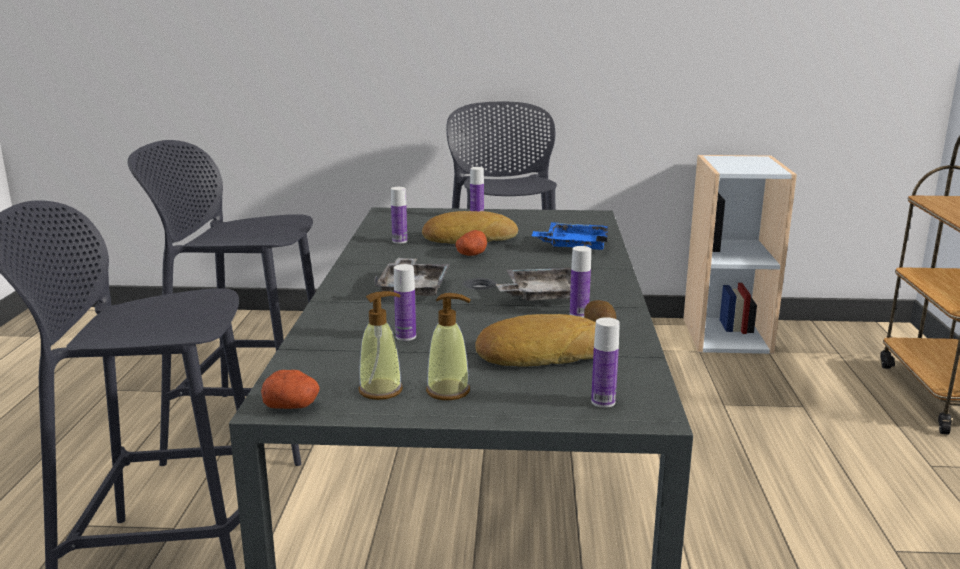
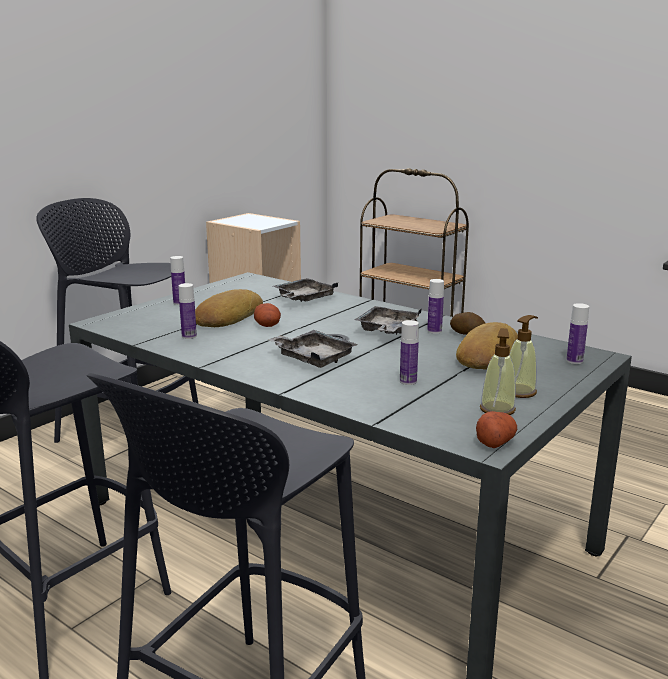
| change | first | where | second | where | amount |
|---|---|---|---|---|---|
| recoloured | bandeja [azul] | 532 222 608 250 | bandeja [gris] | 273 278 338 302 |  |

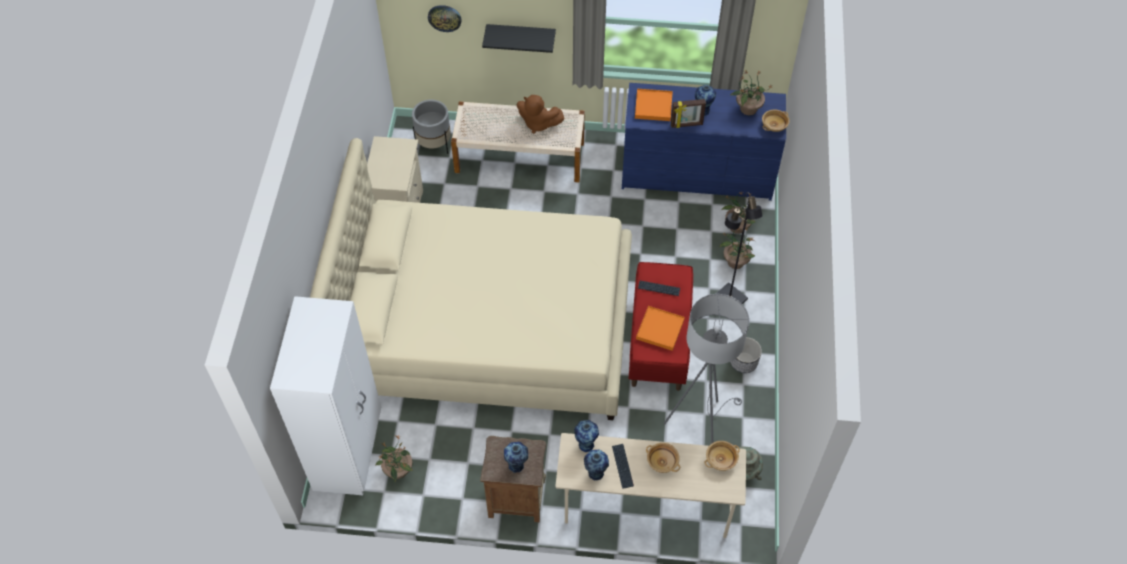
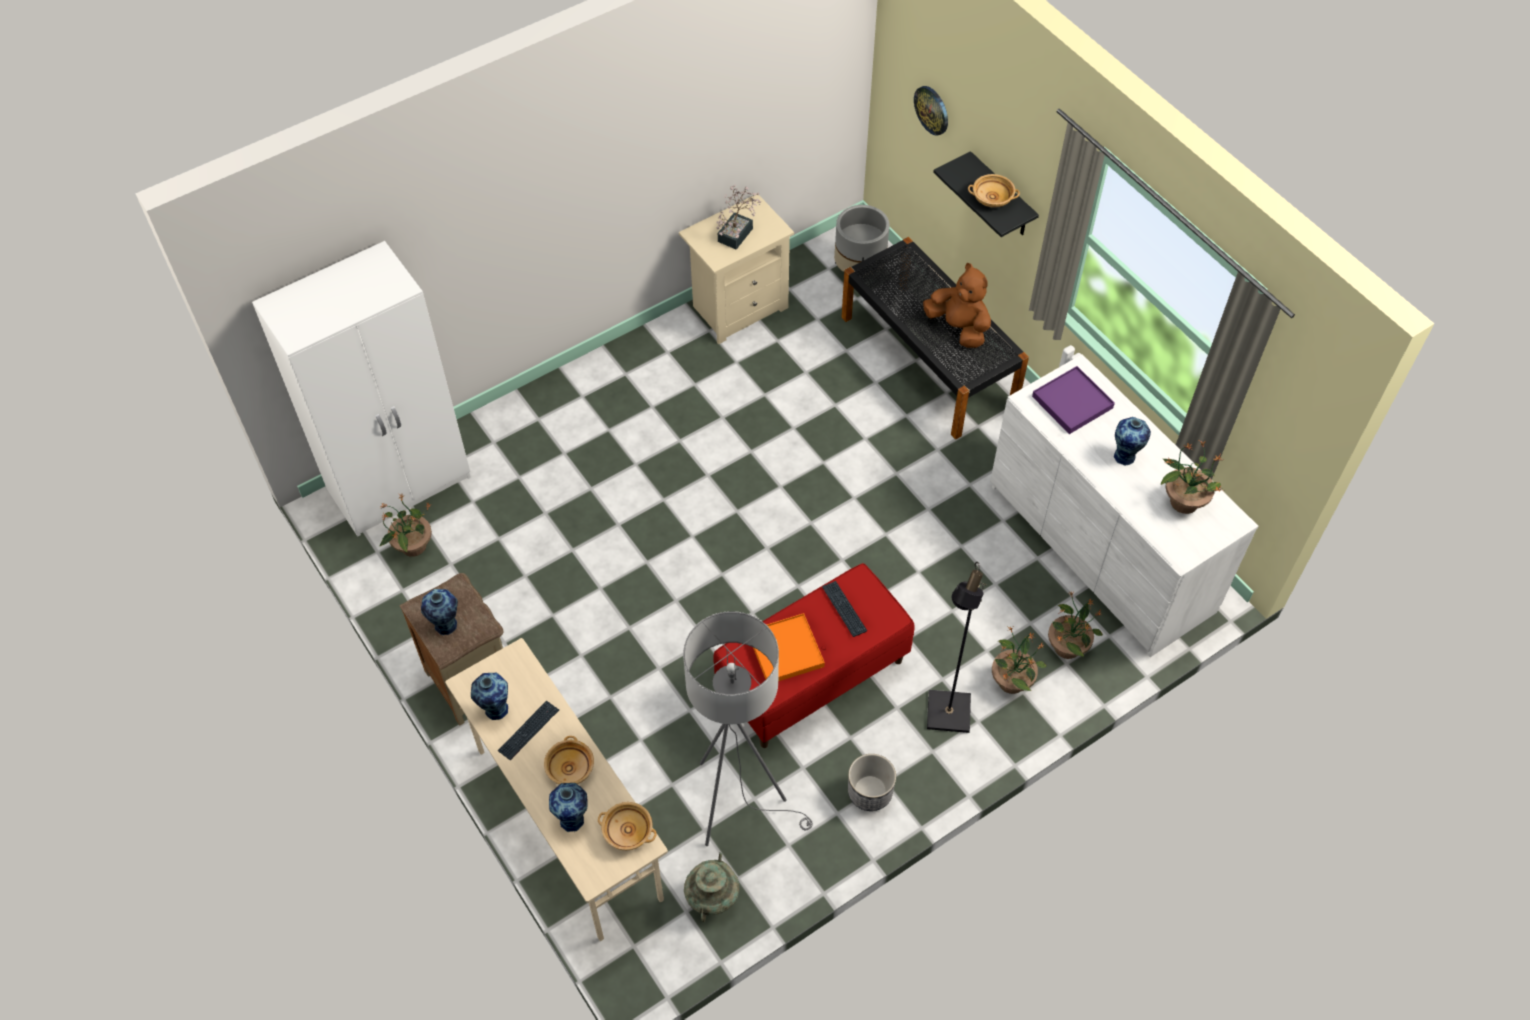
| change | first | where | second | where | amount |
|---|---|---|---|---|---|
| recoloured | cómoda [azul] | 622 83 786 201 | cómoda [blanco] | 990 354 1259 657 |  |
| recoloured | bandeja [naranja] | 635 89 673 121 | bandeja [morado] | 1032 366 1115 434 |  |
| turned | peluche [marrón] | 517 95 565 134 |  | 923 263 991 348 | 150 degrees clockwise |
| removed | portarretratos | 671 99 706 128 |  |  |  |
| recoloured | banco [beis] | 451 101 585 183 | banco [negro] | 842 237 1029 440 |  |
| moved | cuenco [beis] | 762 110 790 132 |  | 968 174 1020 208 |  |
| removed | cama [beis] | 310 138 632 420 |  |  |  |
| moved | florero | 574 420 599 452 |  | 549 783 587 832 |  |
| added |  |  | planta en maceta | 716 184 761 250 |  |

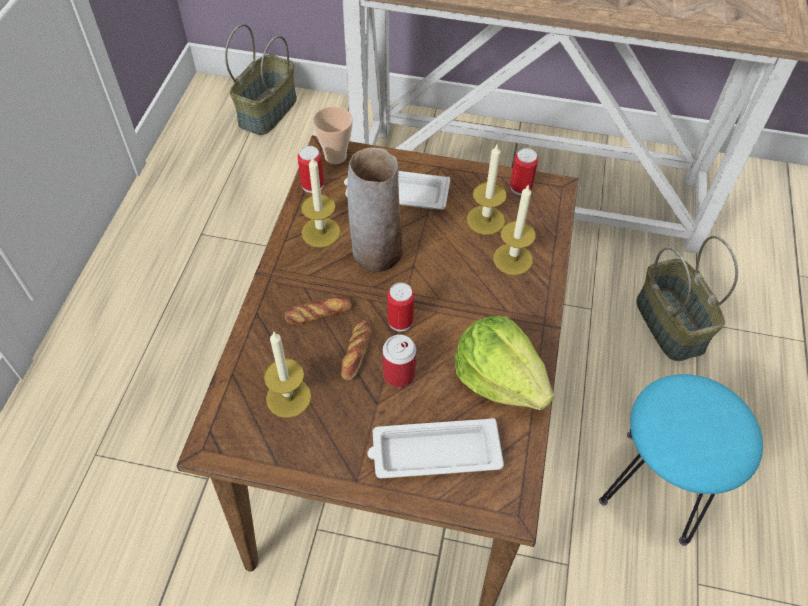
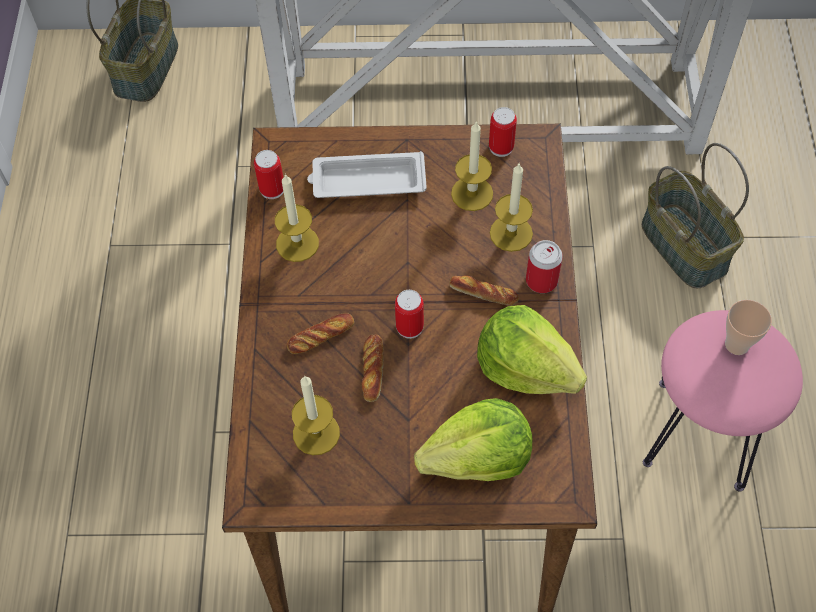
| change | first | where | second | where | amount |
|---|---|---|---|---|---|
| moved | taza | 313 106 353 164 |  | 725 300 772 355 |  |
| removed | florero | 347 148 403 272 |  |  |  |
| moved | lata | 383 334 416 387 |  | 526 240 563 293 |  |
| recoloured | taburete [turquesa] | 599 374 763 546 | taburete [rosa] | 643 310 803 491 |  |
| replaced | bandeja [blanco] | 367 418 504 479 | lechuga | 414 398 532 481 |  |
| added |  |  | pan | 450 276 519 306 |  |

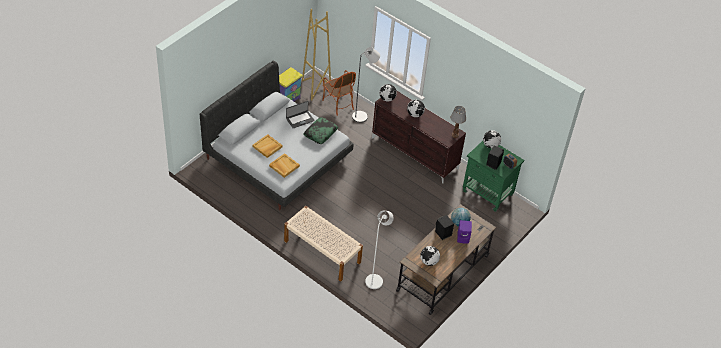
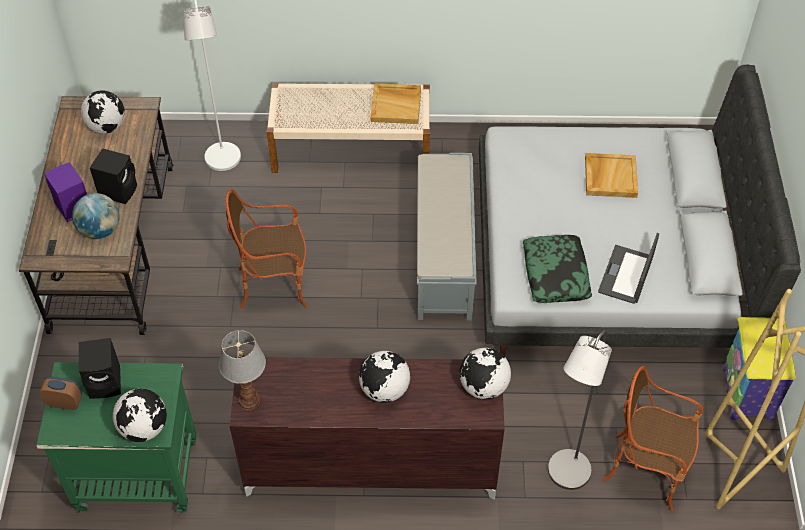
| change | first | where | second | where | amount |
|---|---|---|---|---|---|
| moved | bandeja [beis] | 269 153 300 178 |  | 371 83 421 124 |  |
| added |  |  | banco [gris] | 417 153 477 321 |  |
| added |  |  | sillón | 226 189 308 309 |  |

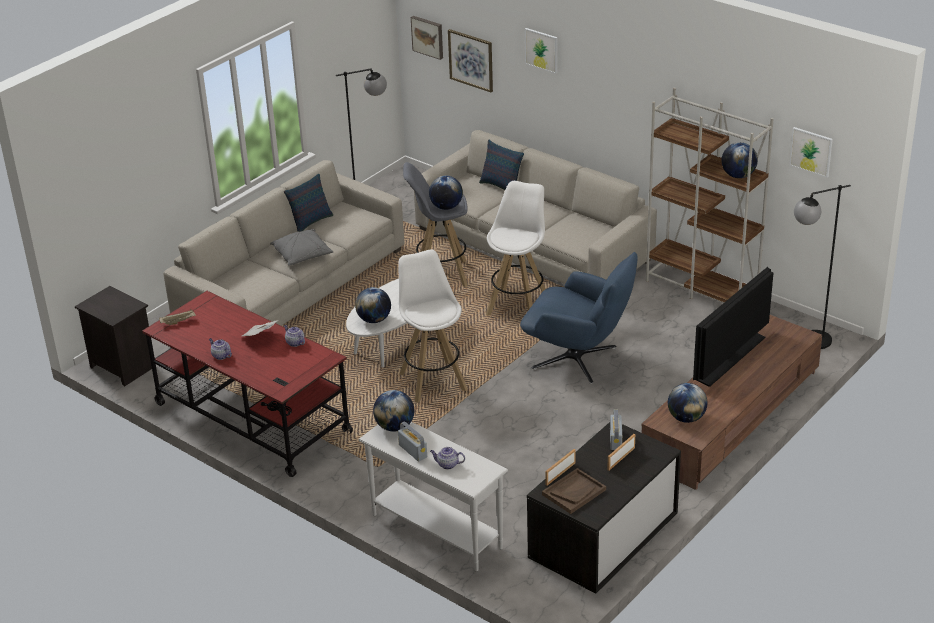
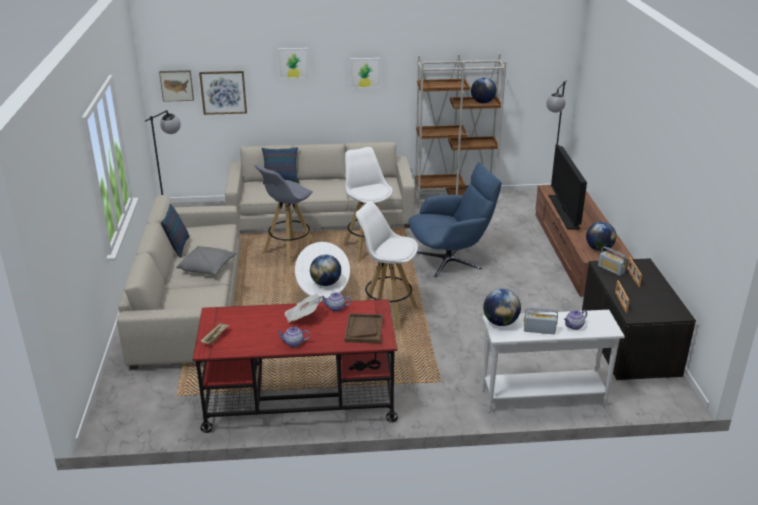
| change | first | where | second | where | amount |
|---|---|---|---|---|---|
| moved | cuadro | 789 127 833 178 |  | 350 58 380 88 |  |
| removed | globo terráqueo | 429 176 463 210 |  |  |  |
| removed | mesita de noche [negro] | 75 286 155 386 |  |  |  |
| moved | bandeja [marrón] | 542 468 606 514 |  | 345 313 383 344 |  |

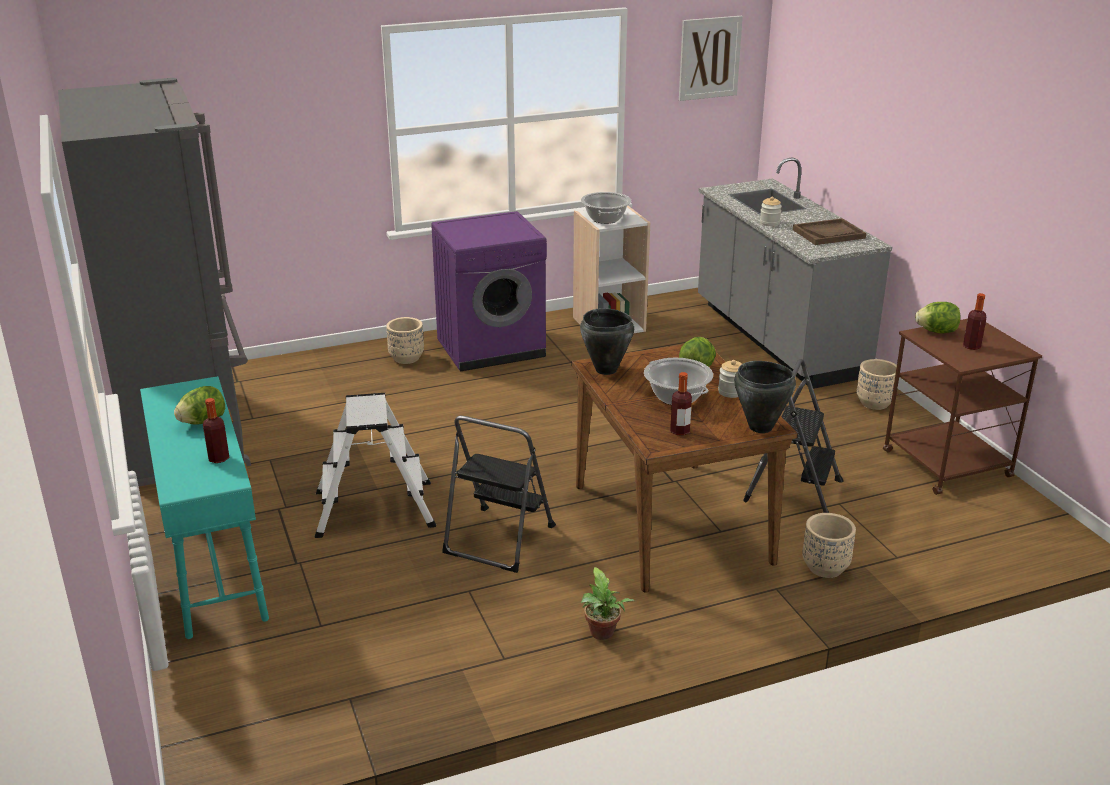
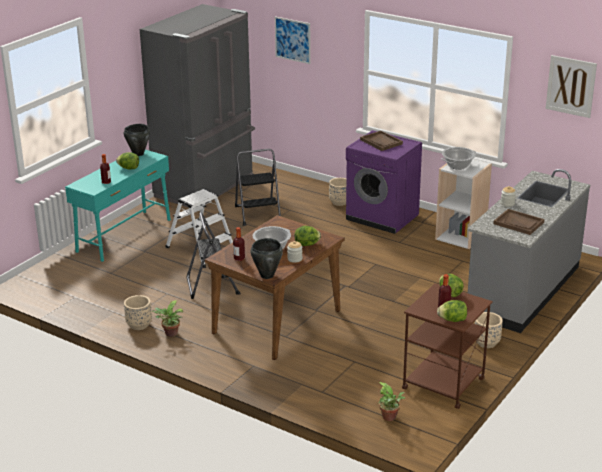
| change | first | where | second | where | amount |
|---|---|---|---|---|---|
| moved | olla [negro] | 580 308 634 375 |  | 124 124 150 156 |  |
| moved | escalera de tijera [negro] | 743 359 844 513 |  | 235 149 281 226 |  |
| moved | maceta [beis] | 802 513 856 578 |  | 124 295 152 330 |  |
| added |  |  | cuadro | 275 16 311 64 |  |
| added |  |  | bandeja [marrón] | 360 131 403 151 |  |
| added |  |  | lechuga | 437 300 467 322 |  |
| added |  |  | planta en maceta | 378 382 405 421 |  |

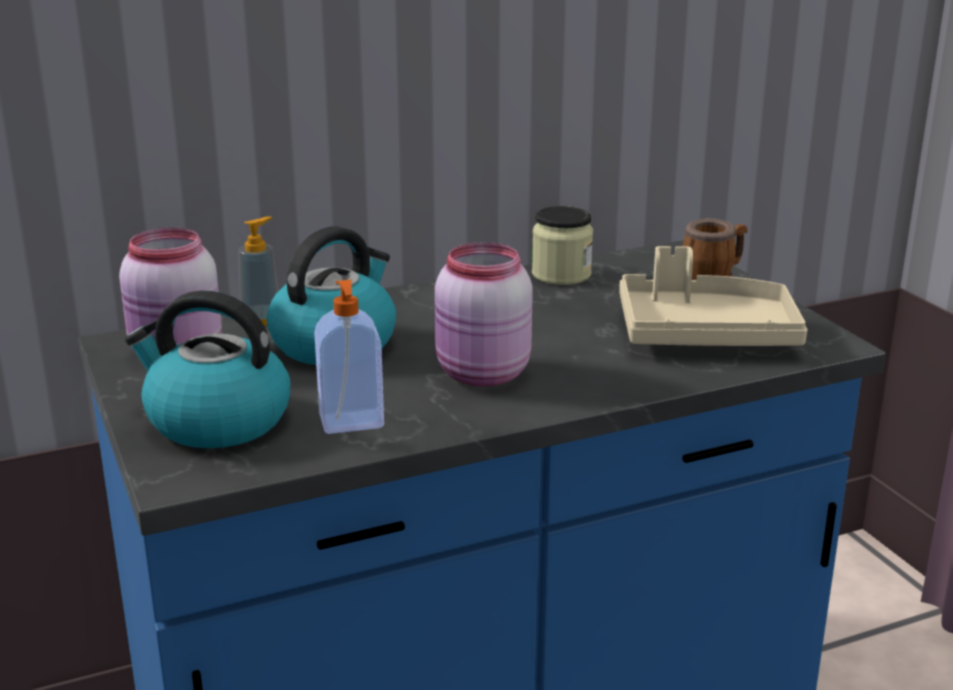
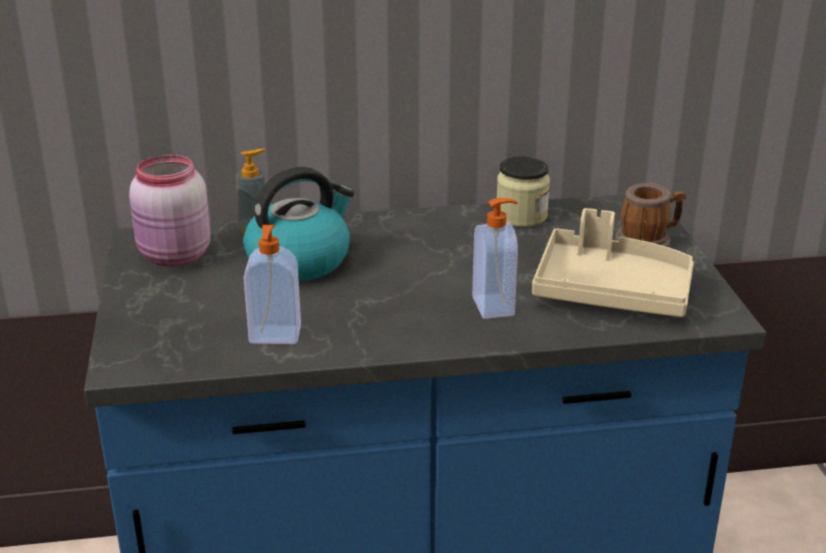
| change | first | where | second | where | amount |
|---|---|---|---|---|---|
| removed | tarro [rosa] | 435 242 533 387 |  |  |  |
| removed | hervidor | 125 290 291 448 |  |  |  |
| added |  |  | dispensador de jabón | 472 198 518 319 |  |

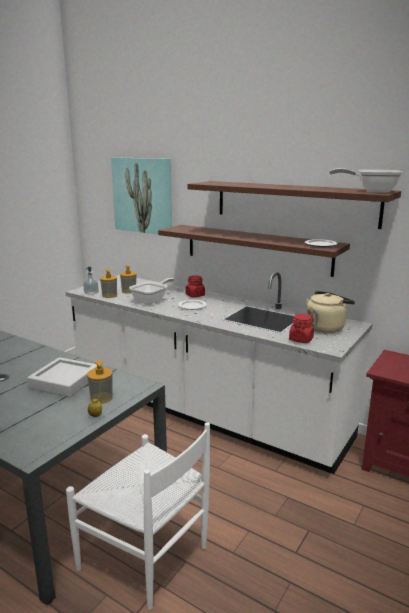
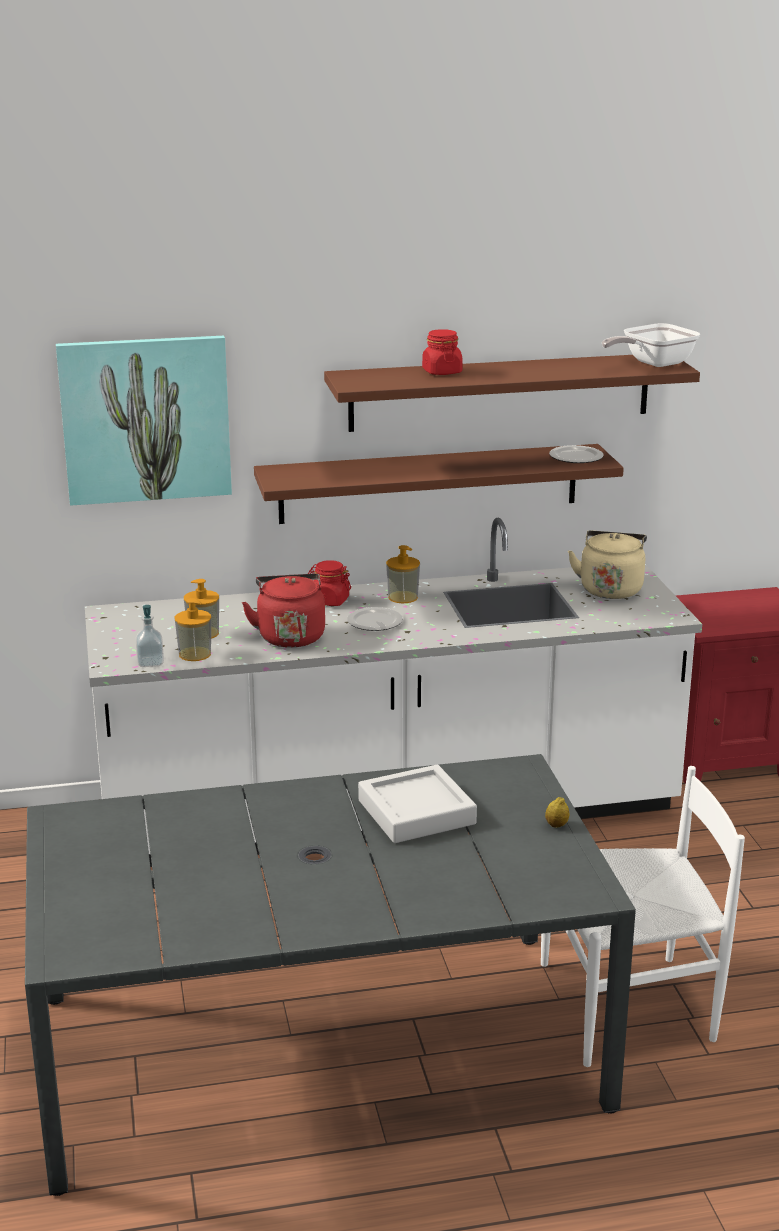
| change | first | where | second | where | amount |
|---|---|---|---|---|---|
| replaced | sartén | 129 278 174 305 | hervidor [rojo] | 242 574 325 648 |  |
| moved | tarro [rojo] | 289 314 314 343 |  | 422 329 463 375 |  |
| moved | dispensador de jabón | 87 360 113 404 |  | 386 545 420 603 |  |

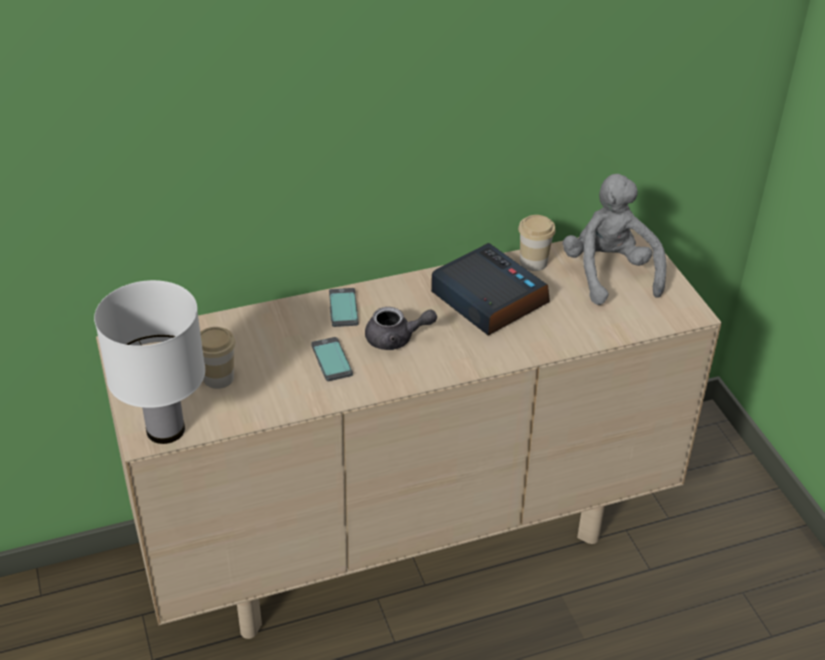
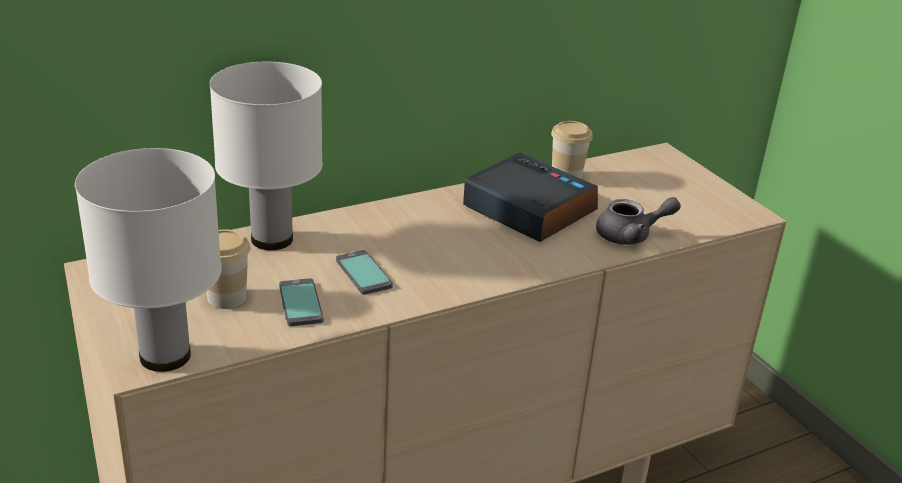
| change | first | where | second | where | amount |
|---|---|---|---|---|---|
| removed | peluche [gris] | 563 174 666 305 |  |  |  |
| moved | móvil | 329 288 359 327 |  | 279 278 324 326 |  |
| moved | tetera [gris] | 365 307 437 350 |  | 596 197 681 245 |  |
| added |  |  | lámpara de mesa [blanco] | 209 62 323 250 |  |

